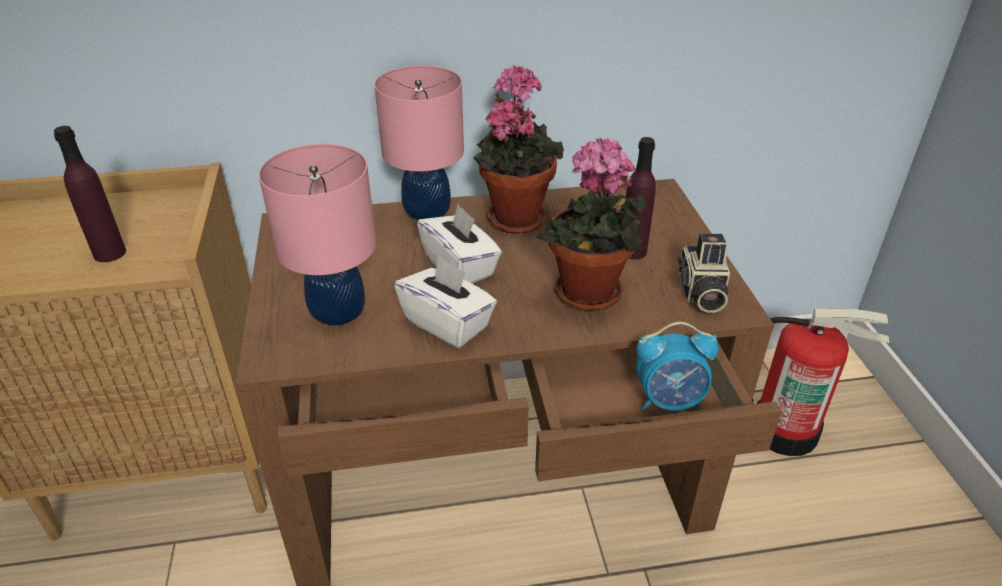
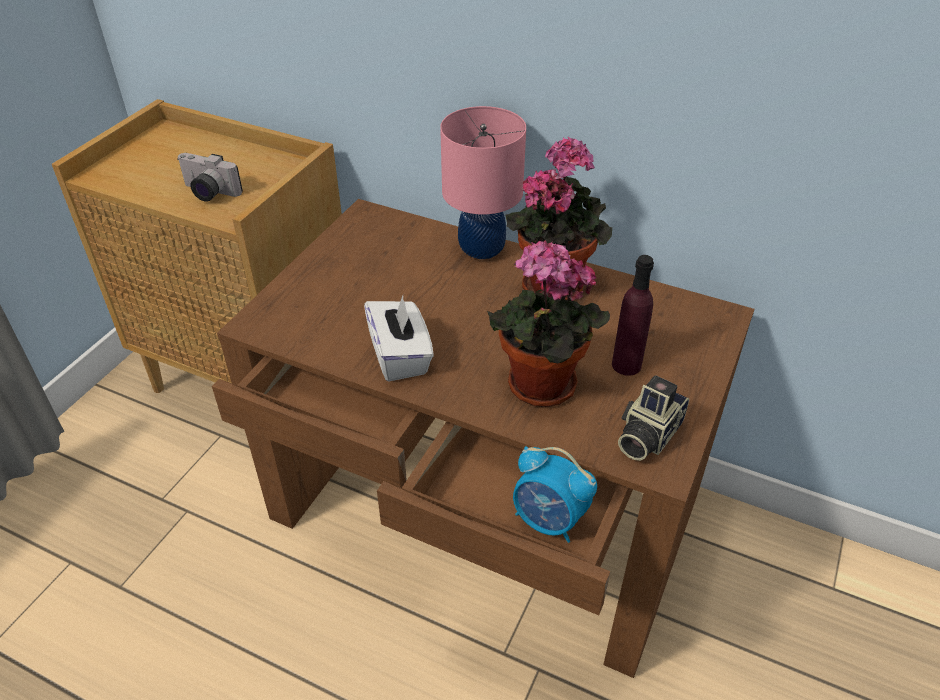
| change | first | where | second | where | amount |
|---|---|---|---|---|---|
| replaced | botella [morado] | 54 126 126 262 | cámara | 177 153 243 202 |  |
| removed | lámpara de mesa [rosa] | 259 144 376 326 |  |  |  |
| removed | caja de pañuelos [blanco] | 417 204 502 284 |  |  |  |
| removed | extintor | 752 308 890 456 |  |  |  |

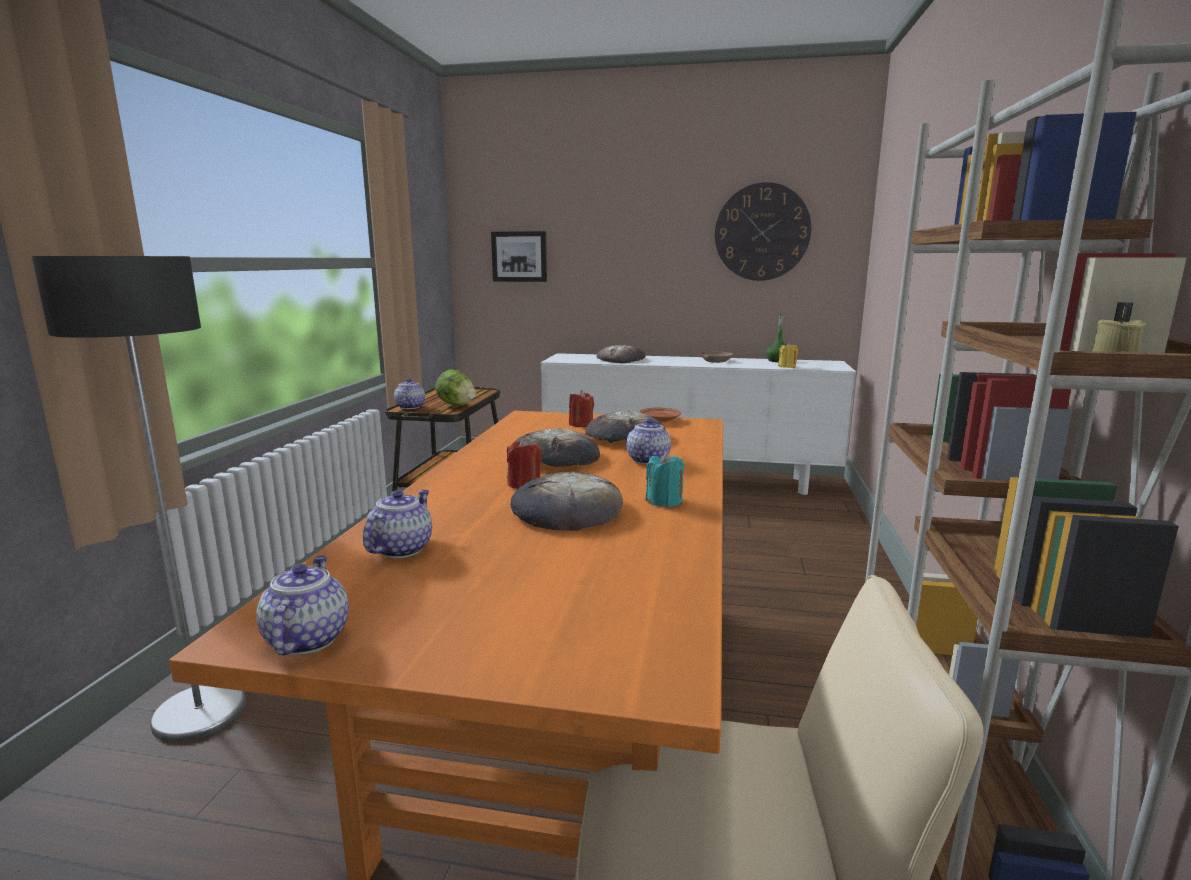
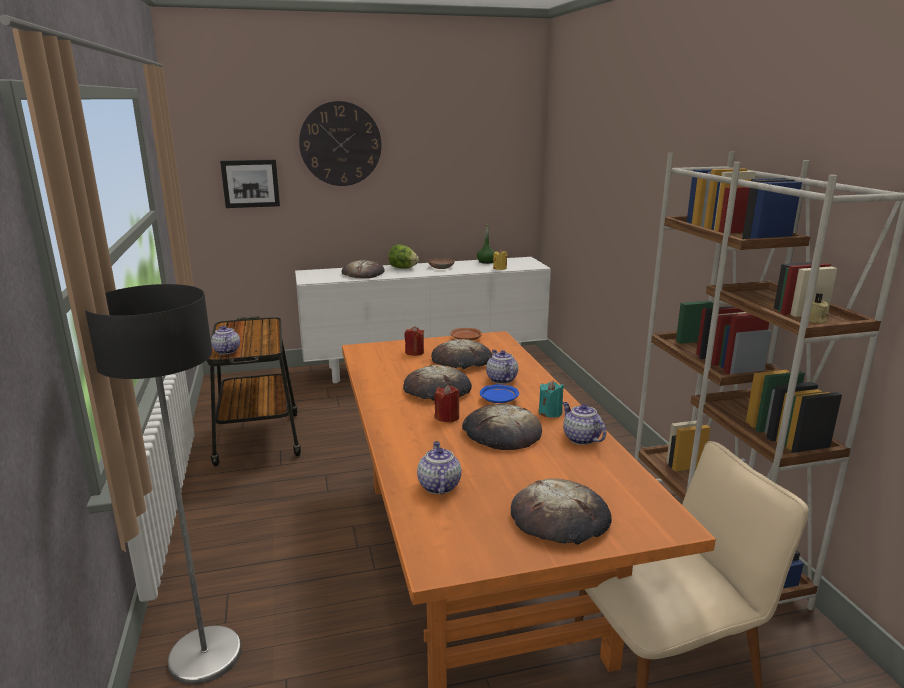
| change | first | where | second | where | amount |
|---|---|---|---|---|---|
| moved | reloj de pared | 715 182 812 281 |  | 299 101 382 186 |  |
| moved | lechuga | 435 369 476 406 |  | 388 244 419 269 |  |
| moved | tetera | 256 556 349 655 |  | 562 402 606 445 |  |
| added |  |  | plato [azul] | 480 384 519 403 |  |
| added |  |  | pan | 510 478 612 545 |  |

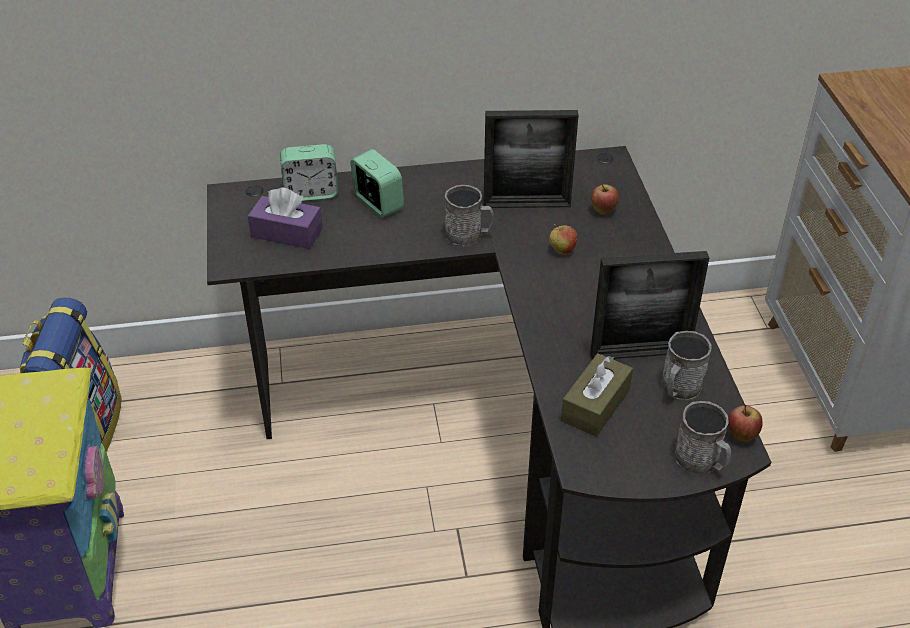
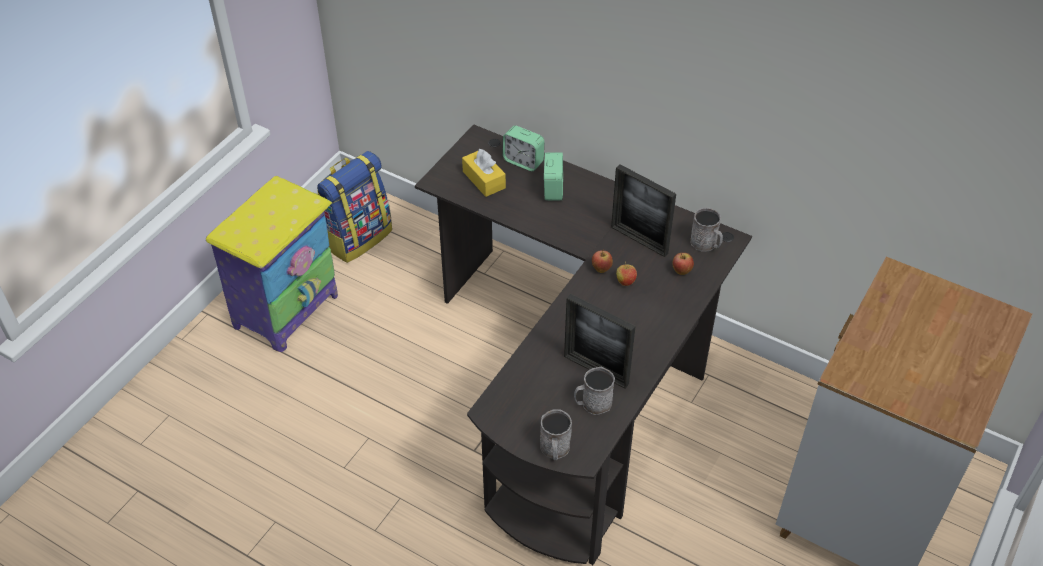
| change | first | where | second | where | amount |
|---|---|---|---|---|---|
| moved | taza grande [gris] | 445 185 494 246 |  | 690 207 723 252 |  |
| recoloured | caja de pañuelos [morado] | 248 187 323 249 | caja de pañuelos [amarillo] | 462 148 506 197 |  |
| removed | caja de pañuelos [marrón] | 561 353 633 437 |  |  |  |
| moved | manzana | 728 405 763 442 |  | 592 249 613 273 |  |

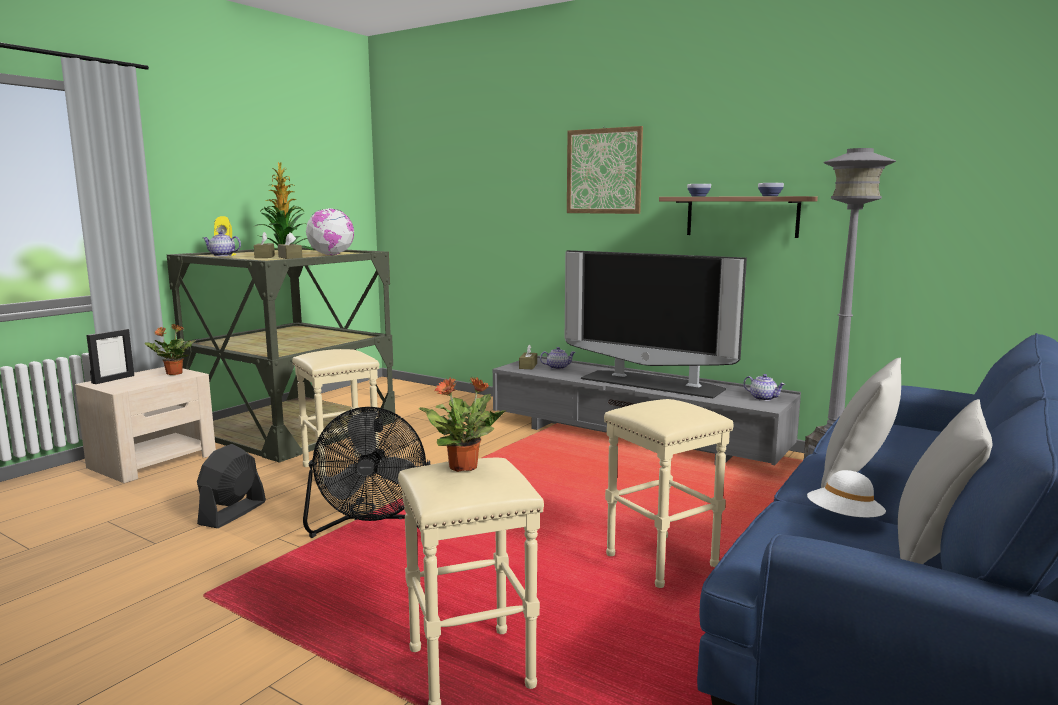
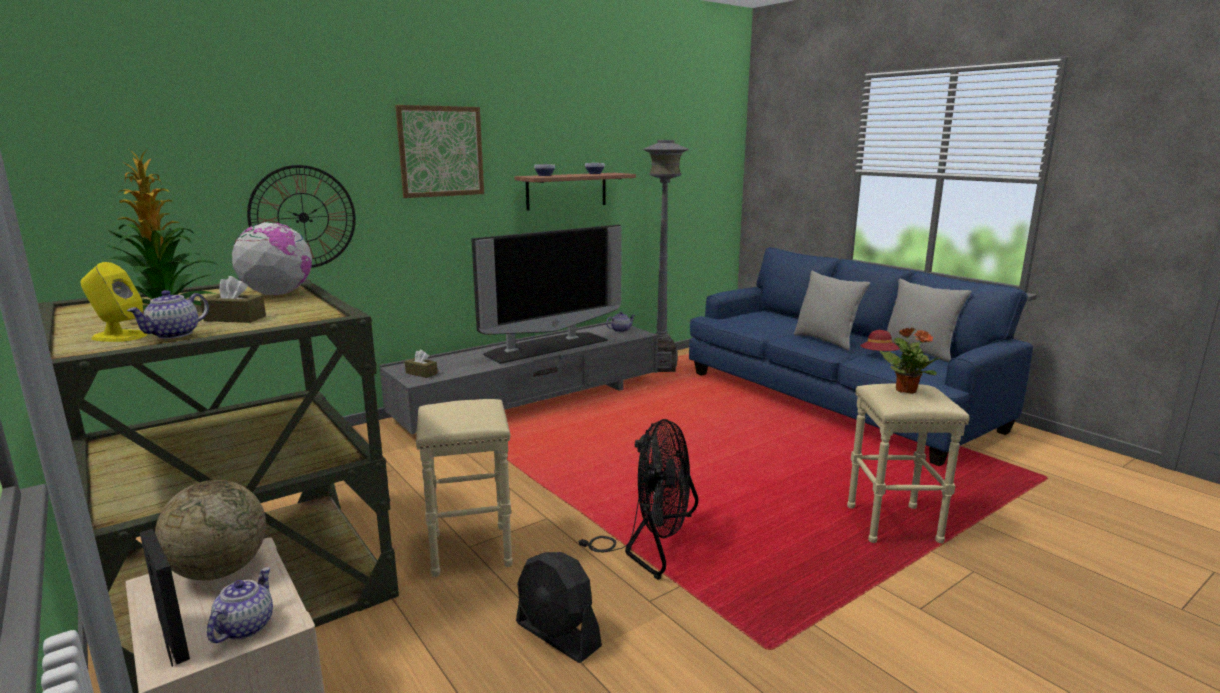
| change | first | where | second | where | amount |
|---|---|---|---|---|---|
| removed | caja de pañuelos [marrón] | 278 232 302 259 |  |  |  |
| replaced | planta en maceta | 145 324 196 375 | globo terráqueo | 155 480 266 580 |  |
| moved | tetera | 540 347 576 370 |  | 207 567 273 643 |  |
| removed | taburete [beis] | 604 399 733 588 |  |  |  |
| recoloured | sombrero [blanco] | 807 470 886 517 | sombrero [rojo] | 860 330 900 351 |  |
| added |  |  | reloj de pared | 247 165 356 268 |  |

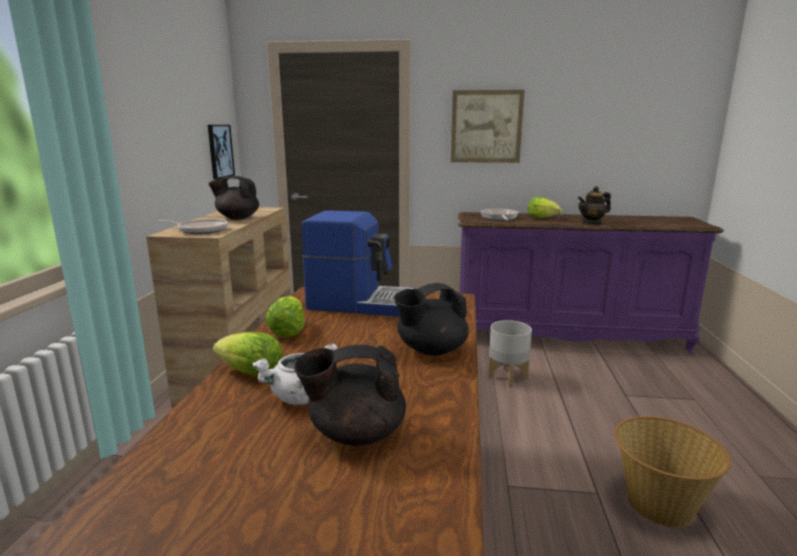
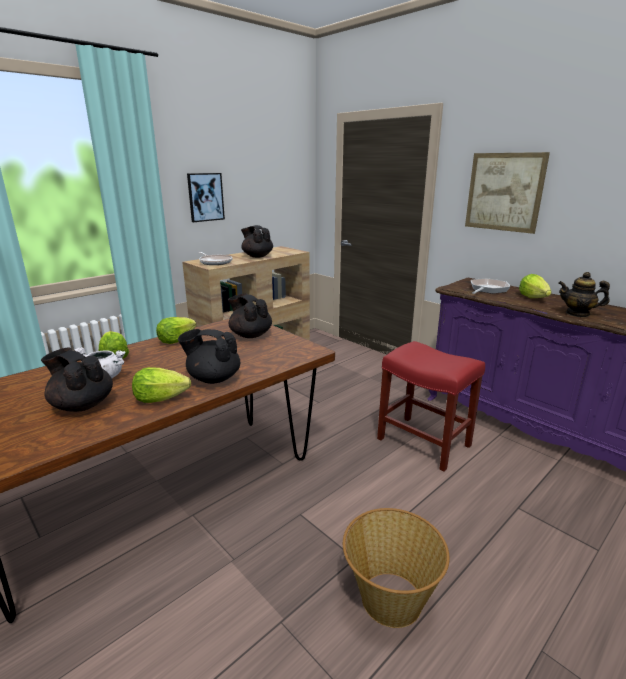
| change | first | where | second | where | amount |
|---|---|---|---|---|---|
| moved | cuadro | 208 125 235 179 |  | 187 173 225 222 |  |
| replaced | cafetera | 302 210 415 317 | tetera [negro] | 228 294 272 338 |  |
| replaced | maceta [gris] | 488 320 532 387 | taburete [rojo] | 377 341 485 472 |  |
| added |  |  | lechuga | 132 367 191 403 |  |

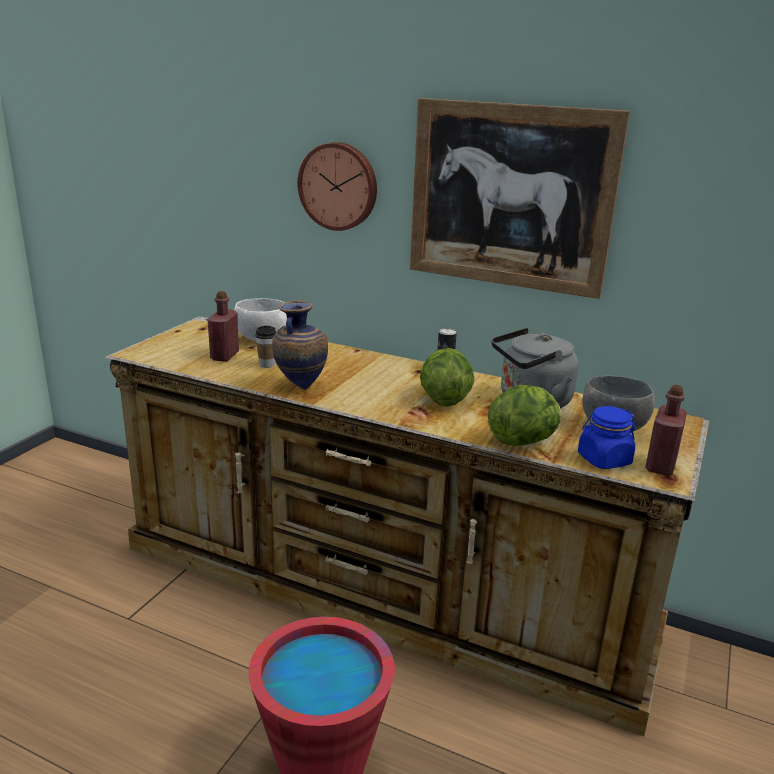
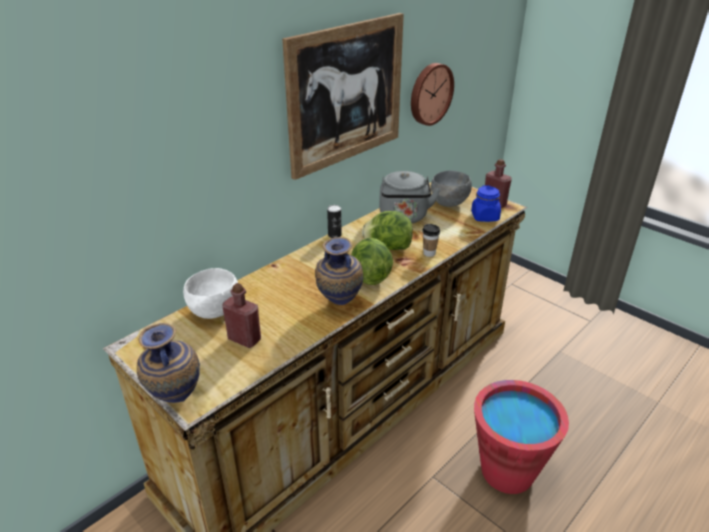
| change | first | where | second | where | amount |
|---|---|---|---|---|---|
| moved | reloj de pared | 297 142 377 231 |  | 411 63 454 126 |  |
| moved | taza | 255 326 276 368 |  | 422 224 440 257 |  |
| moved | lechuga | 488 385 561 446 |  | 351 238 393 285 |  |
| added |  |  | florero | 137 323 200 403 |  |

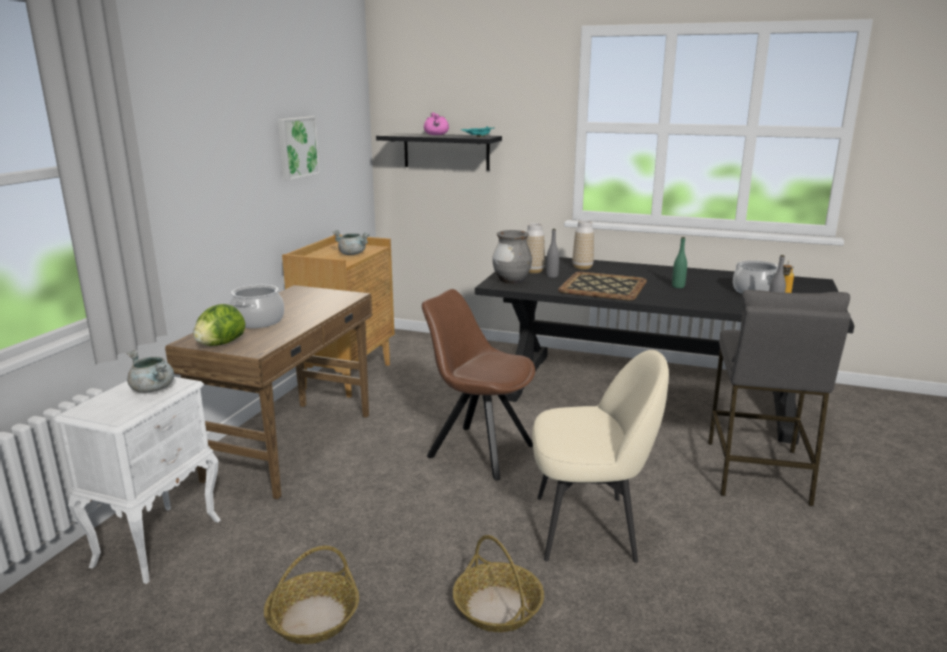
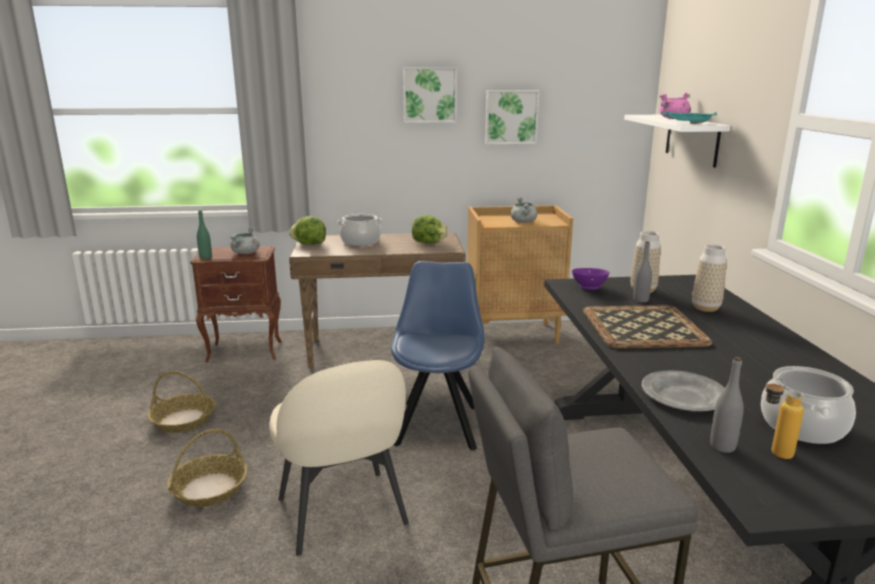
| change | first | where | second | where | amount |
|---|---|---|---|---|---|
| recoloured | estante [negro] | 376 133 502 171 | estante [blanco] | 624 115 730 168 |  |
| replaced | florero [gris] | 492 230 532 284 | cuenco [morado] | 572 268 610 290 |  |
| moved | botella [verde] | 672 237 687 288 |  | 197 210 212 259 |  |
| recoloured | silla [marrón] | 422 289 535 480 | silla [azul] | 391 261 485 451 |  |
| recoloured | mesita de noche [blanco] | 54 377 221 584 | mesita de noche [marrón] | 190 246 282 363 |  |
| added |  |  | cuadro | 403 67 457 123 |  |
| added |  |  | lechuga | 412 215 448 243 |  |
| added |  |  | plato [gris] | 642 370 725 411 |  |

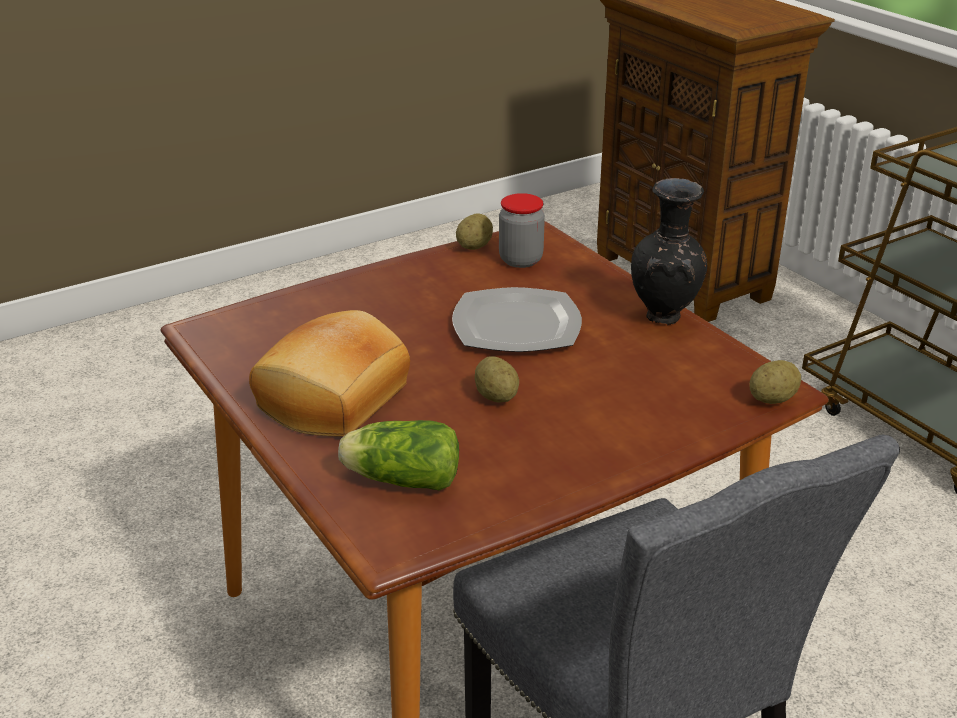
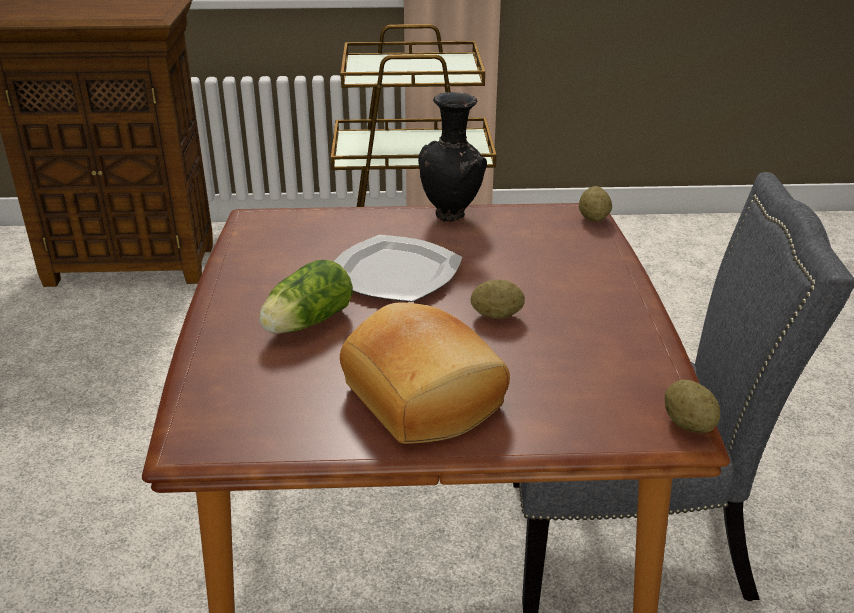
| change | first | where | second | where | amount |
|---|---|---|---|---|---|
| removed | tarro | 499 193 545 268 |  |  |  |
| moved | patata | 456 213 493 250 |  | 665 380 720 433 |  |
| moved | lechuga | 338 420 459 491 |  | 259 260 353 334 |  |

